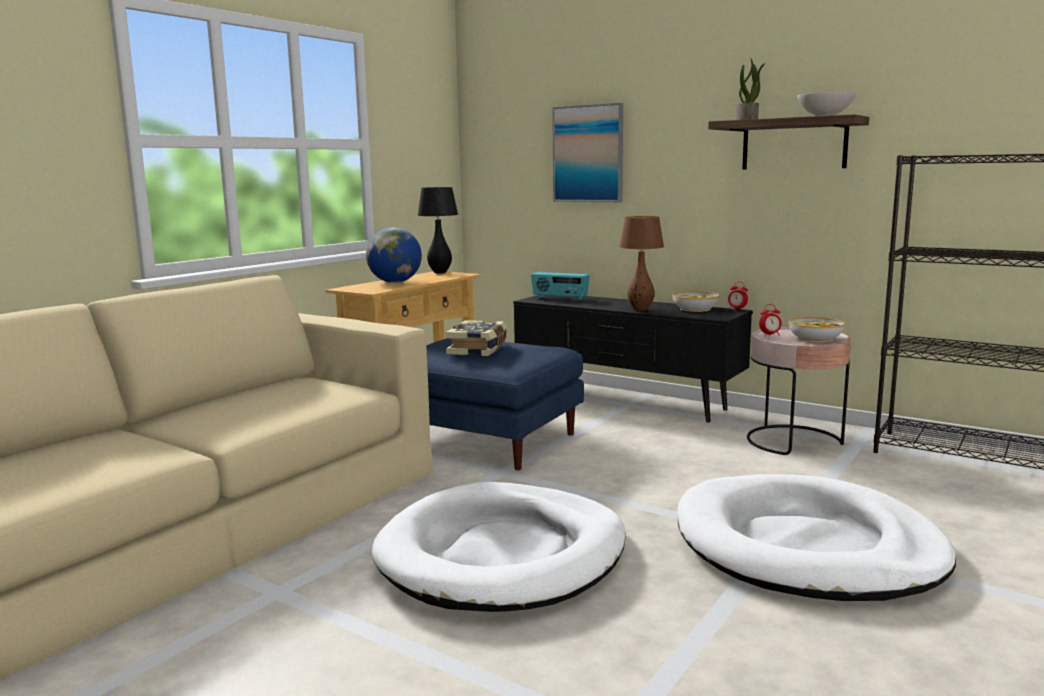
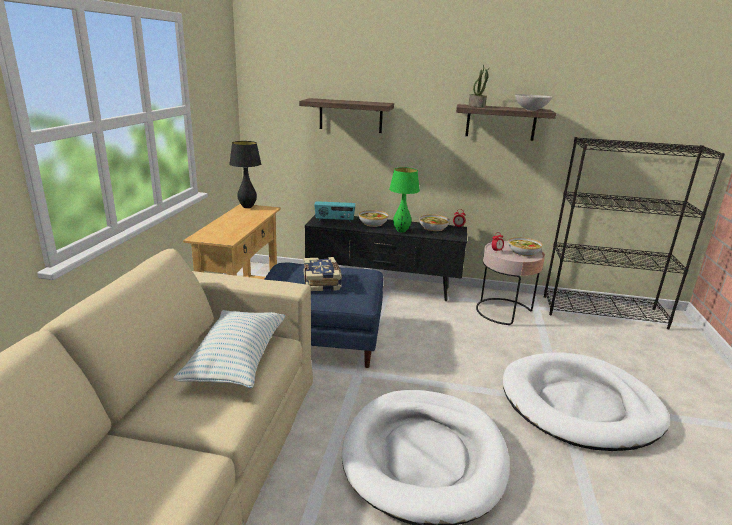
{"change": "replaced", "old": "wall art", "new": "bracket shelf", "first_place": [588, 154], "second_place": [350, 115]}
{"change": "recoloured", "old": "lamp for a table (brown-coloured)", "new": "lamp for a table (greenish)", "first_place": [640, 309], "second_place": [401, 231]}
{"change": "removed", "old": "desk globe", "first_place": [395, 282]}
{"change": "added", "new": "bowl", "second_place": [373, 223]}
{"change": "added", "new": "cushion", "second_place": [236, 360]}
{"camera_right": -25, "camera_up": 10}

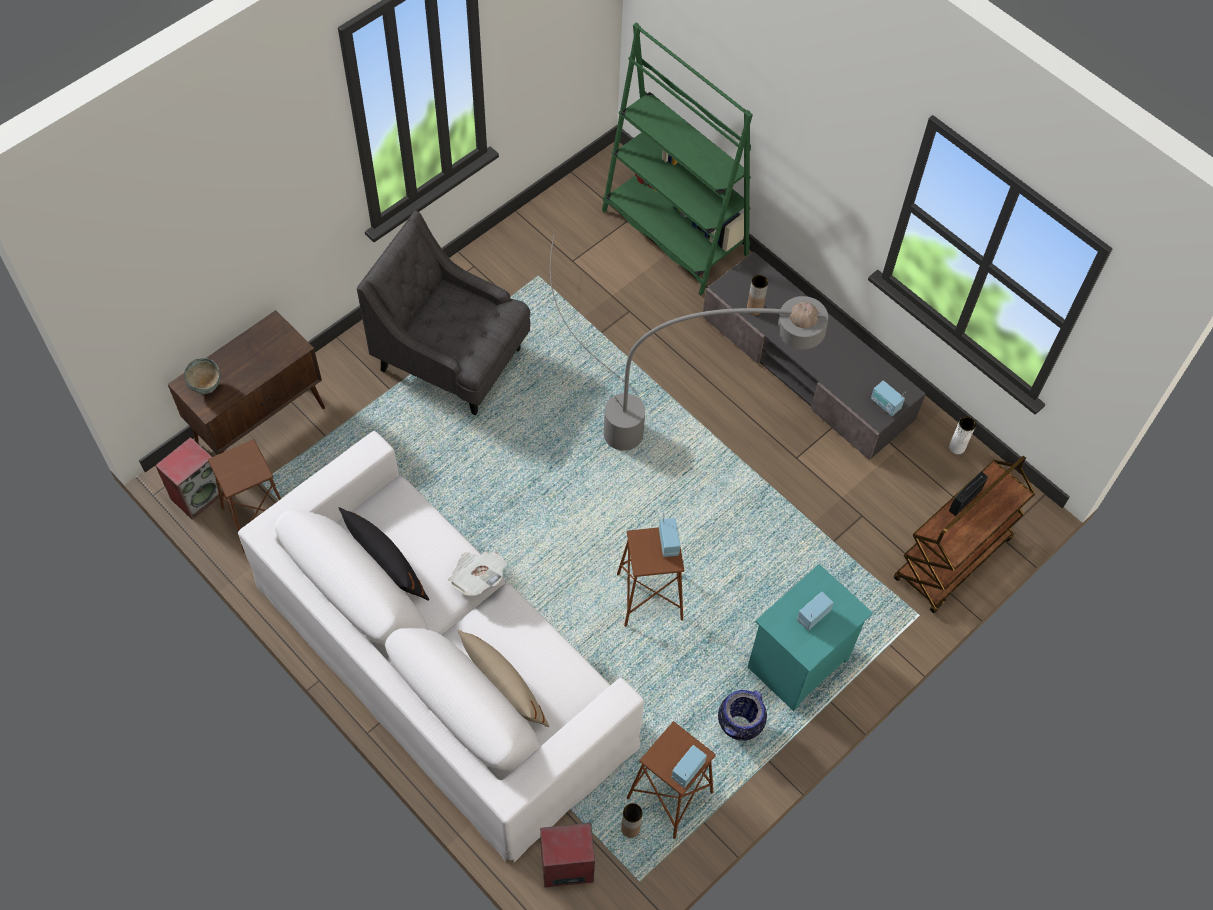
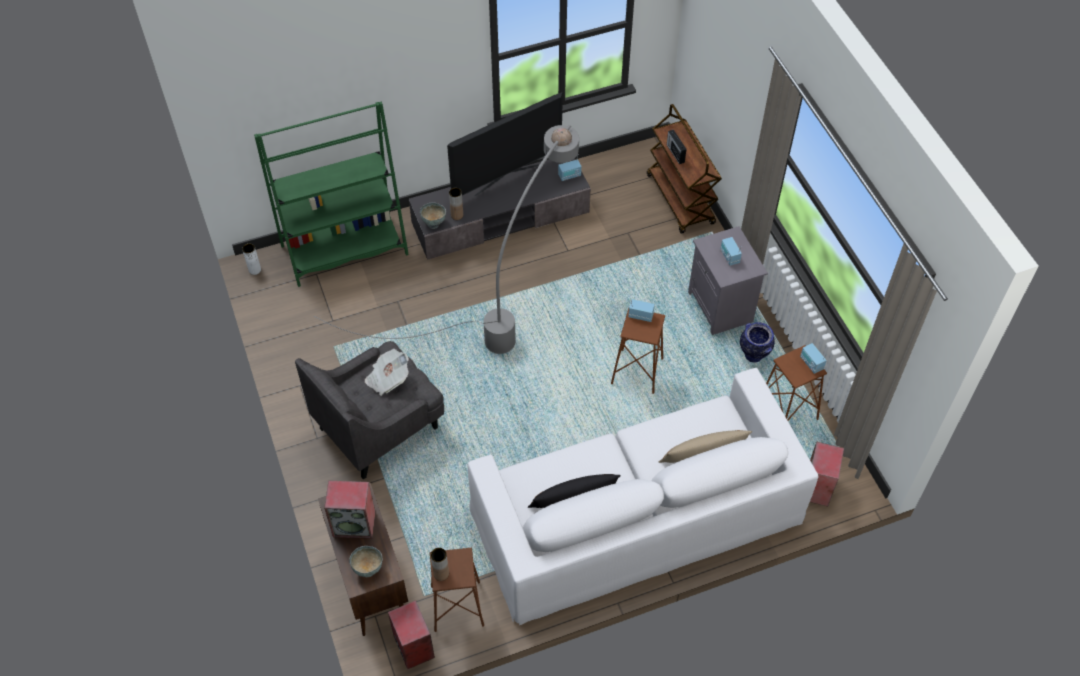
{"change": "moved", "old": "decorative vase (white)", "first_place": [957, 447], "second_place": [255, 270]}
{"change": "moved", "old": "printed paper", "first_place": [477, 577], "second_place": [388, 378]}
{"change": "recoloured", "old": "night table (turquoise)", "new": "night table (greyish)", "first_place": [798, 665], "second_place": [721, 307]}
{"change": "moved", "old": "decorative vase (brown-coloured)", "first_place": [630, 828], "second_place": [441, 573]}
{"change": "added", "new": "TV", "second_place": [507, 179]}
{"change": "added", "new": "bowl (greyish)", "second_place": [433, 223]}
{"change": "added", "new": "speaker", "second_place": [355, 523]}
{"camera_right": -65, "camera_up": -5}

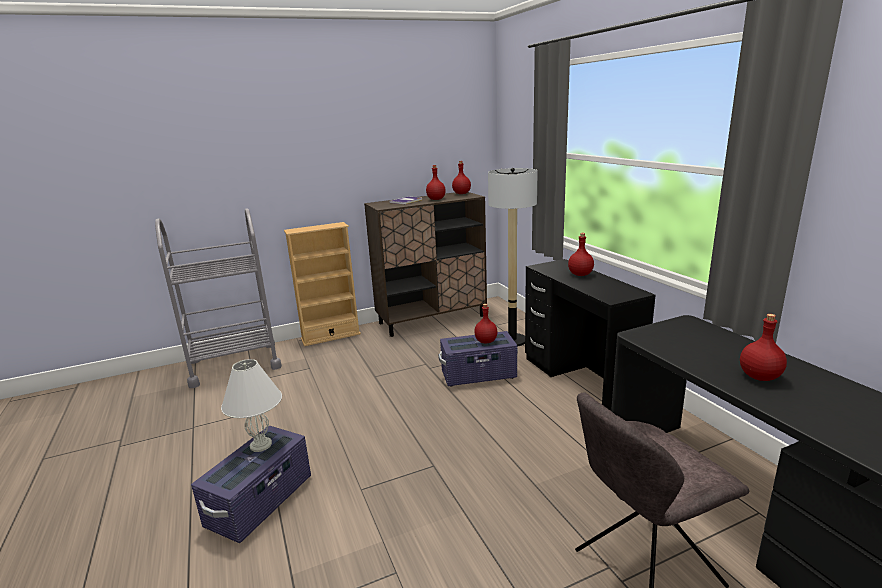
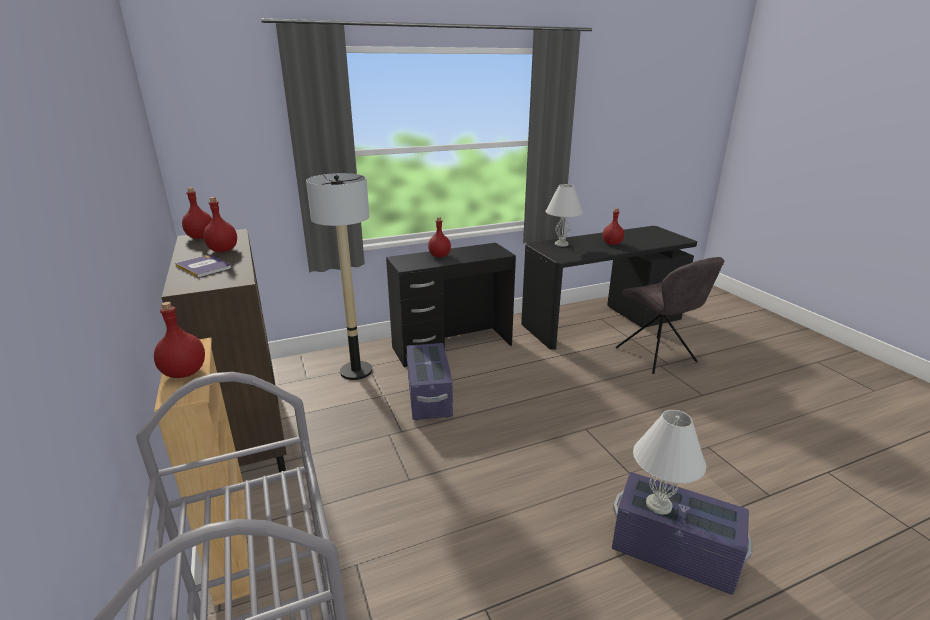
{"change": "moved", "old": "bottle (red)", "first_place": [485, 341], "second_place": [184, 373]}
{"change": "added", "new": "lamp for a table (white)", "second_place": [561, 244]}
{"camera_right": -90, "camera_up": 5}

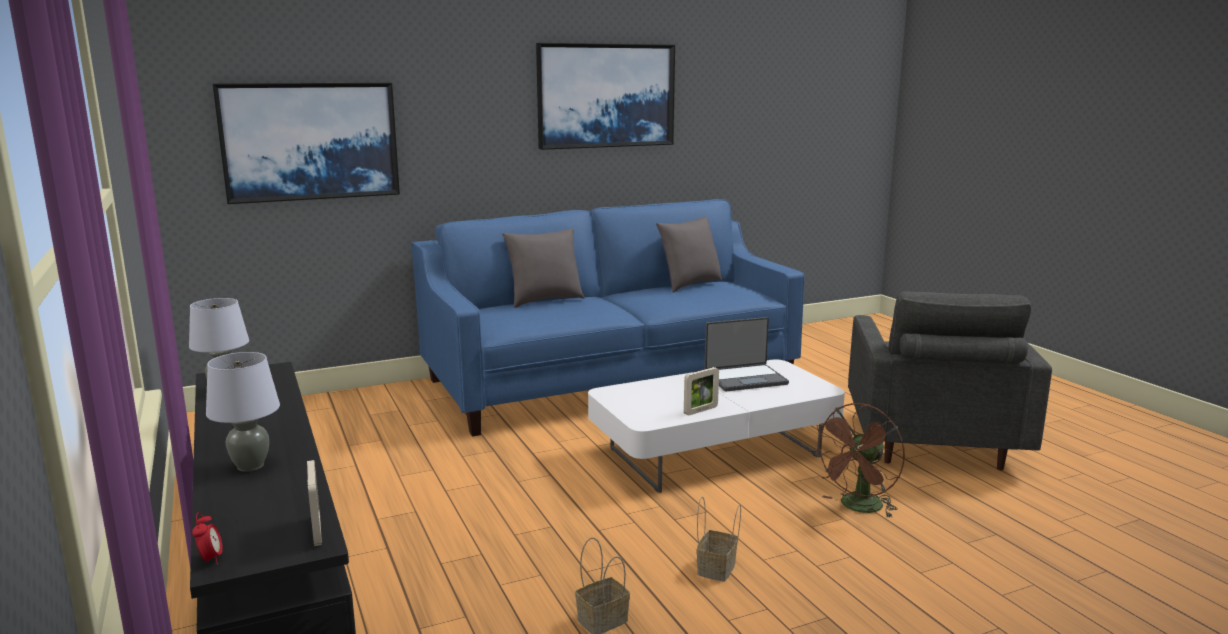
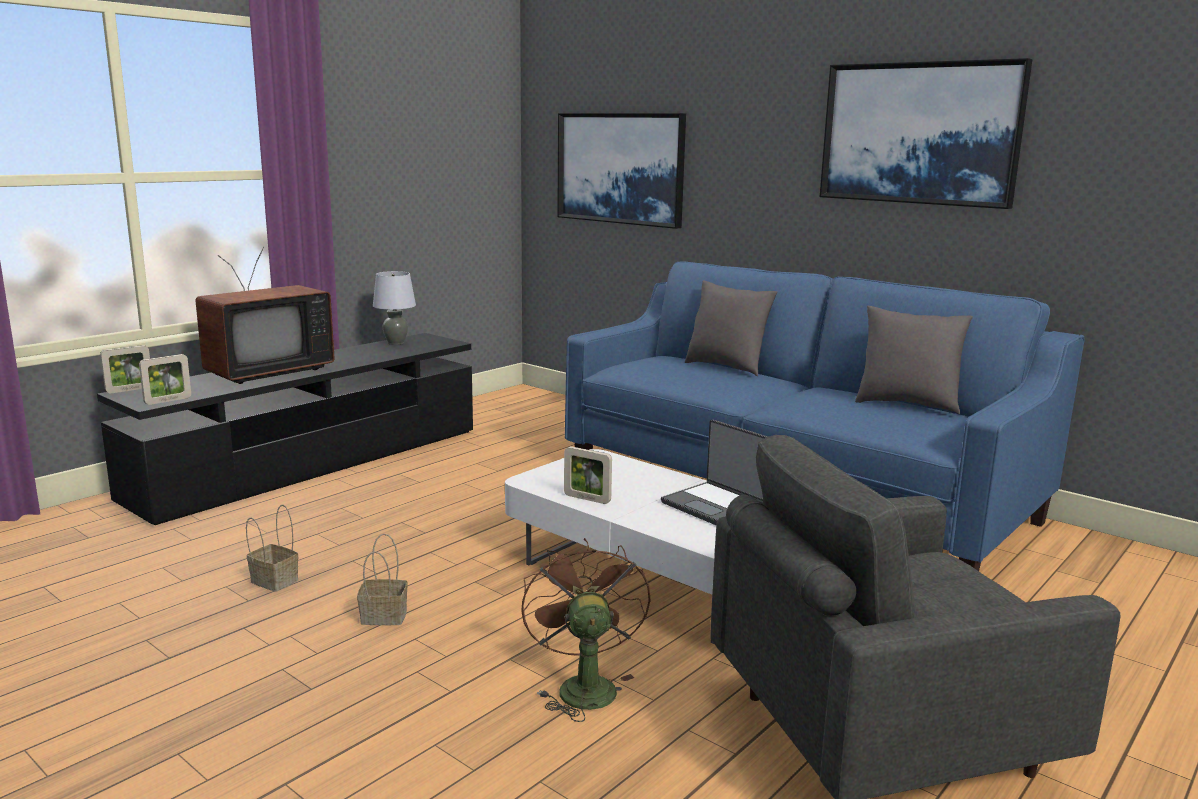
{"change": "replaced", "old": "lamp for a table (greyish)", "new": "TV", "first_place": [250, 466], "second_place": [265, 371]}
{"change": "turned", "old": "cooling fan (brown-coloured)", "first_place": [858, 508], "second_place": [582, 686], "degrees": 60}
{"change": "replaced", "old": "bedside clock", "new": "photo frame", "first_place": [211, 559], "second_place": [129, 390]}
{"camera_right": 65, "camera_up": 0}

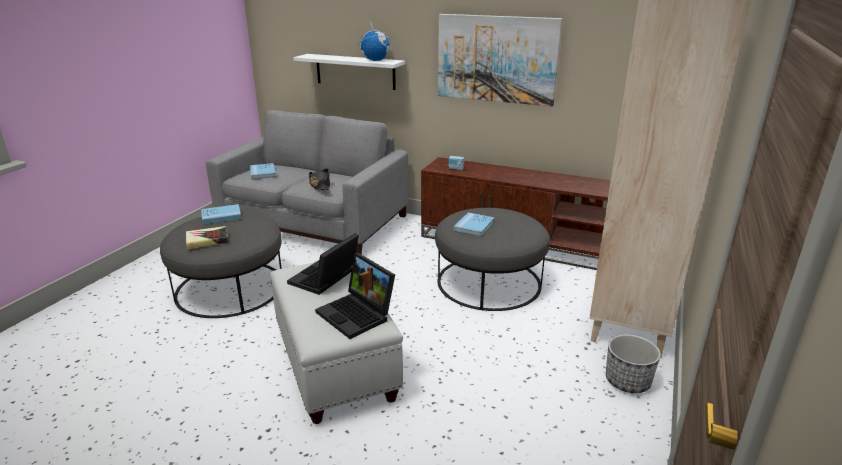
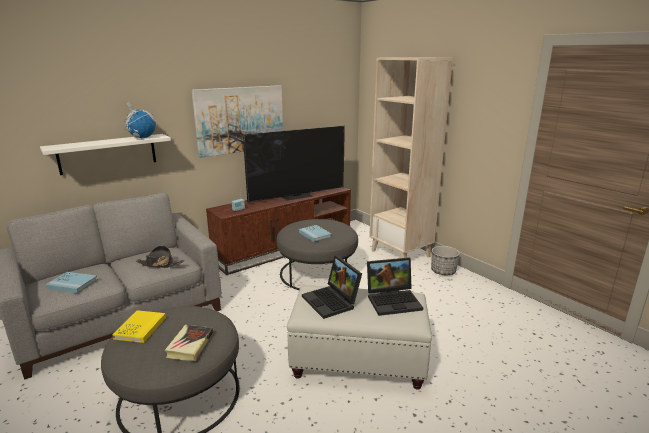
{"change": "recoloured", "old": "volume (bluish)", "new": "volume (yellow-coloured)", "first_place": [221, 216], "second_place": [140, 328]}
{"change": "added", "new": "TV", "second_place": [297, 196]}
{"camera_right": -60, "camera_up": -5}

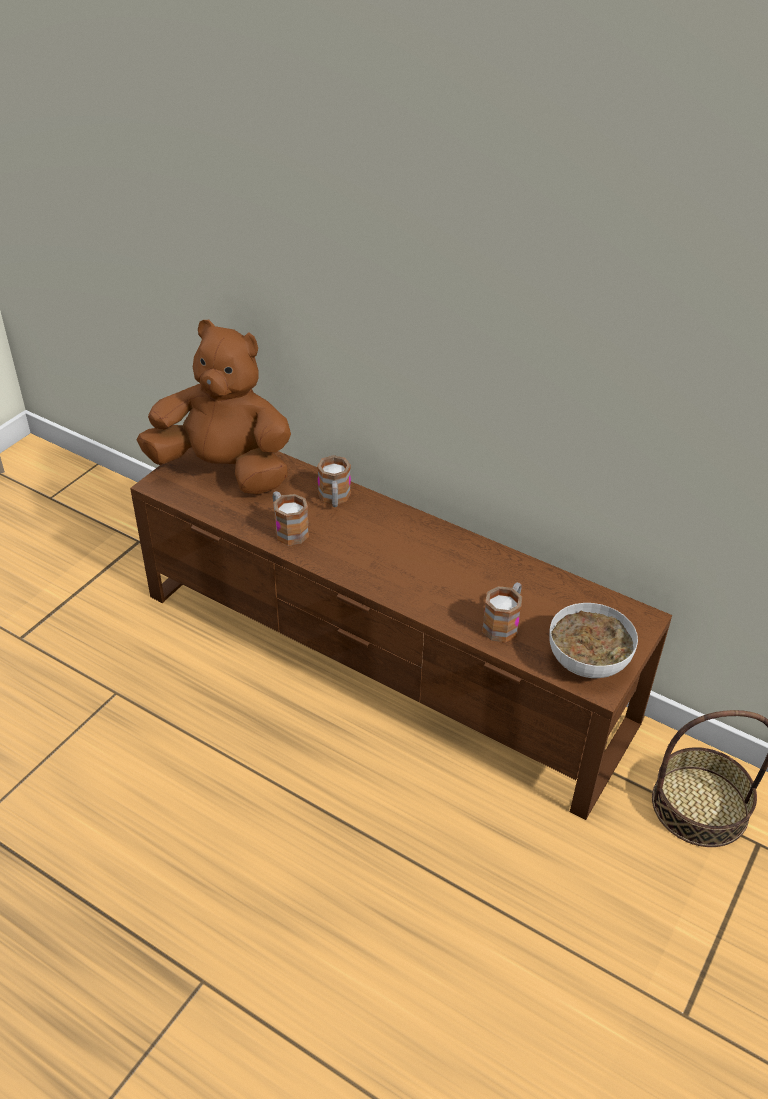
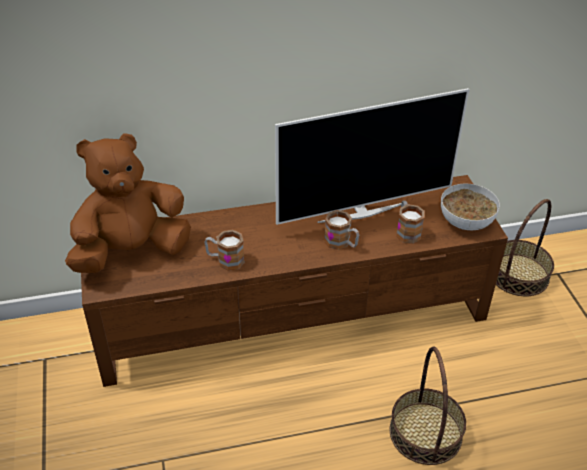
{"change": "moved", "old": "coffee mug", "first_place": [334, 499], "second_place": [341, 243]}
{"change": "added", "new": "TV", "second_place": [361, 211]}
{"change": "added", "new": "storage basket", "second_place": [425, 433]}
{"camera_right": -45, "camera_up": 0}

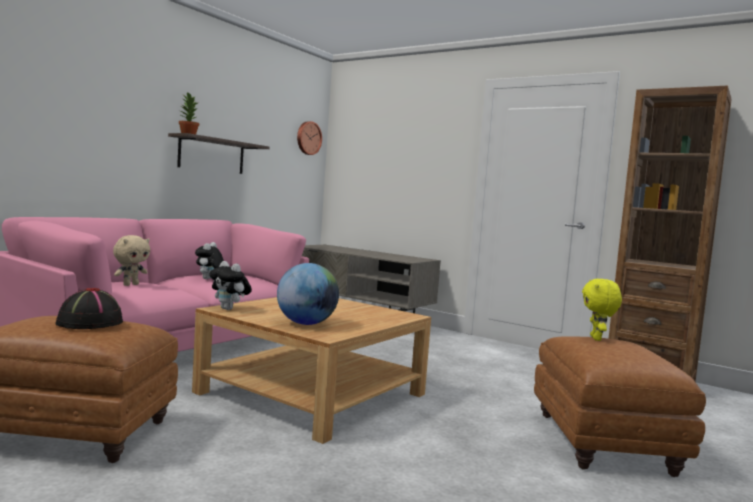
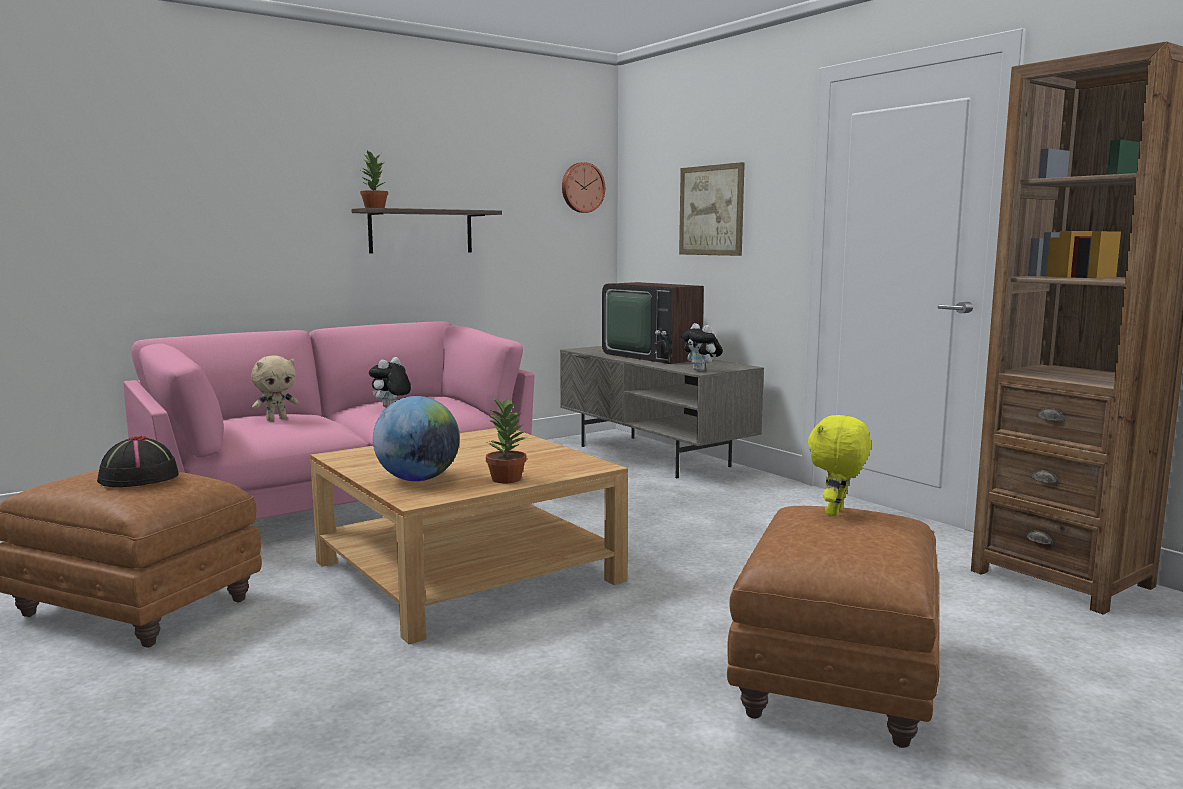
{"change": "moved", "old": "plush toy", "first_place": [229, 309], "second_place": [701, 371]}
{"change": "added", "new": "wall art", "second_place": [711, 210]}
{"change": "added", "new": "TV", "second_place": [654, 356]}
{"change": "added", "new": "potted plant", "second_place": [506, 479]}
{"camera_right": 20, "camera_up": 5}

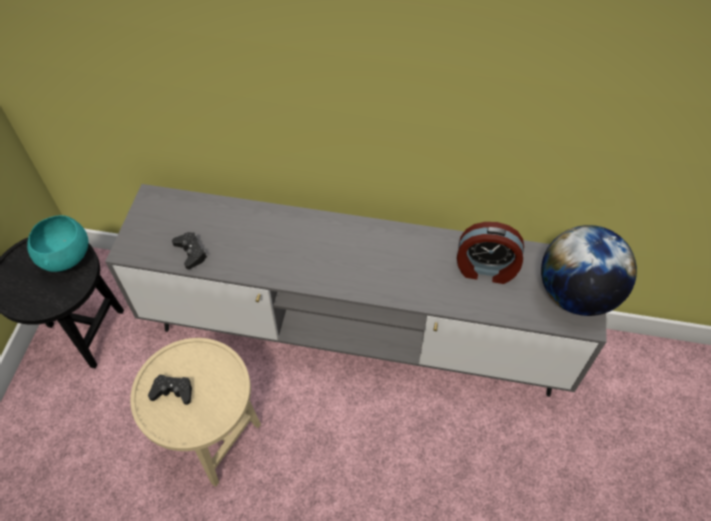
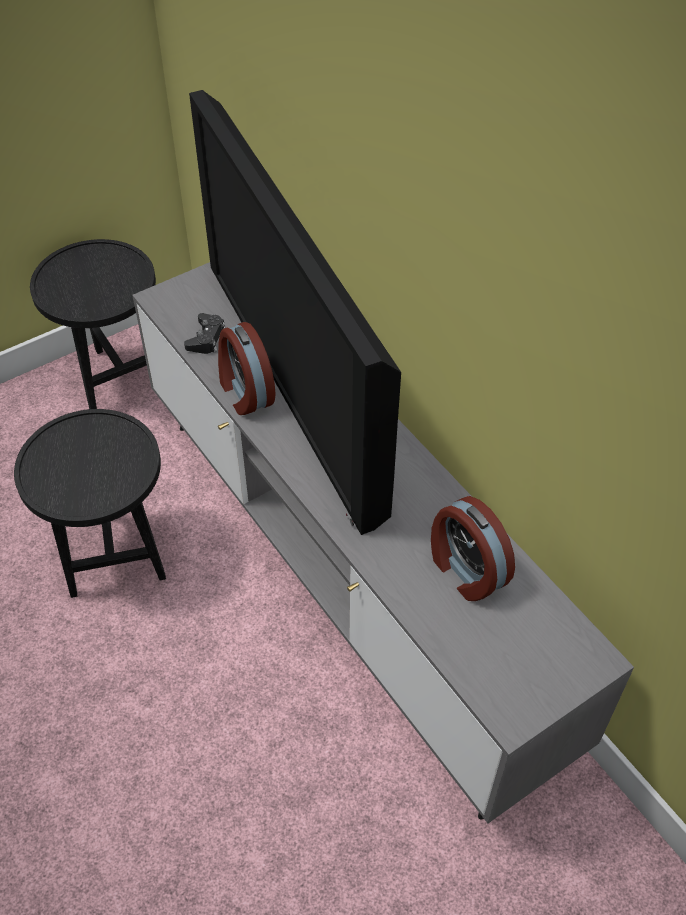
{"change": "removed", "old": "bowl (turquoise)", "first_place": [66, 257]}
{"change": "removed", "old": "desk globe", "first_place": [576, 294]}
{"change": "recoloured", "old": "side table (sand-coloured)", "new": "side table (black-coloured)", "first_place": [213, 438], "second_place": [114, 555]}
{"change": "removed", "old": "game controller (black-coloured)", "first_place": [173, 391]}
{"change": "added", "new": "TV", "second_place": [301, 380]}
{"change": "added", "new": "bedside clock", "second_place": [245, 392]}
{"camera_right": 45, "camera_up": -5}

